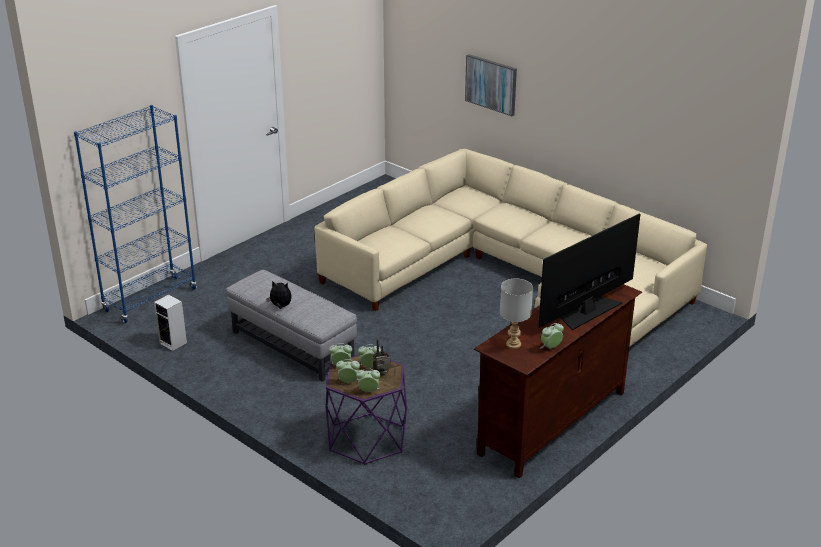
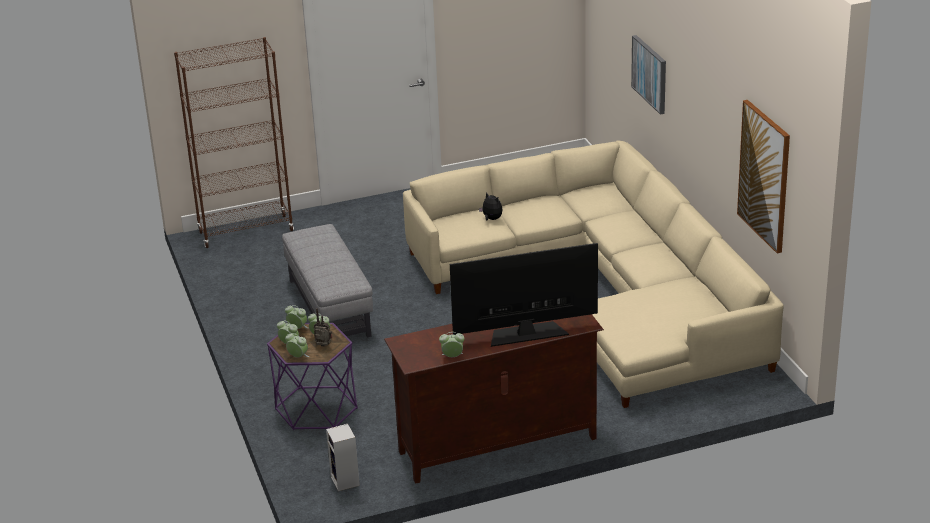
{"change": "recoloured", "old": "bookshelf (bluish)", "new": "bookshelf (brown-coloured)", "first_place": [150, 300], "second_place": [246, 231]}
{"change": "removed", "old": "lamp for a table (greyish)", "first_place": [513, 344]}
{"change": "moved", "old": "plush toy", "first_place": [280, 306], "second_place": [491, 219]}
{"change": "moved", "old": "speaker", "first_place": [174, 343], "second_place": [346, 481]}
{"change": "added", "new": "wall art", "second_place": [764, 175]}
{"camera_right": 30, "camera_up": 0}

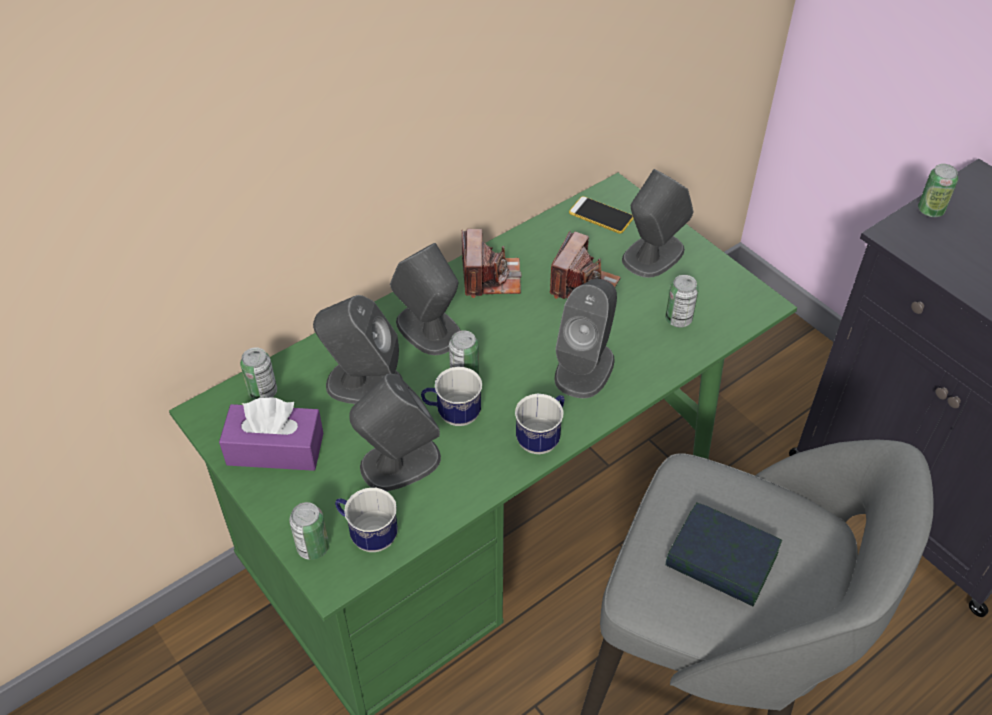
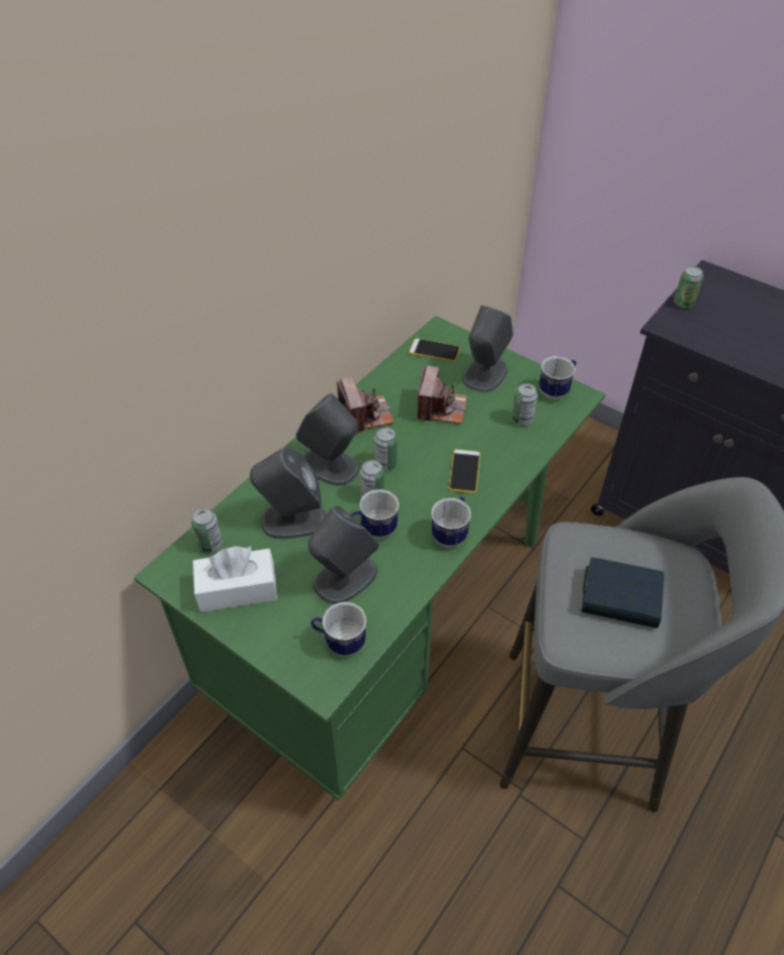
{"change": "replaced", "old": "speaker (greyish)", "new": "phone", "first_place": [584, 368], "second_place": [464, 471]}
{"change": "recoloured", "old": "tissue holder (purple-coloured)", "new": "tissue holder (white)", "first_place": [275, 449], "second_place": [237, 589]}
{"change": "moved", "old": "metal can", "first_place": [313, 547], "second_place": [385, 463]}
{"change": "added", "new": "coffee mug", "second_place": [556, 390]}
{"camera_right": -15, "camera_up": 0}

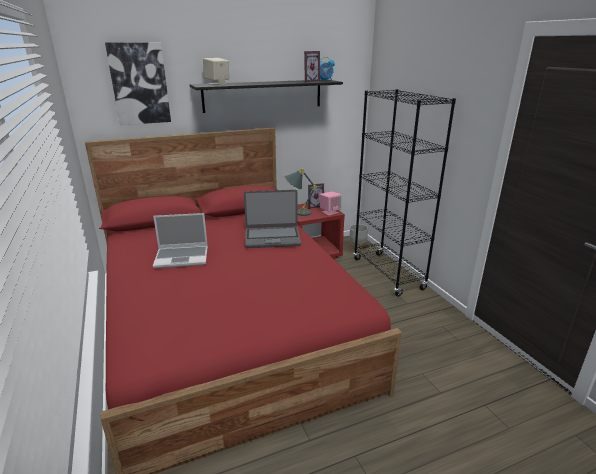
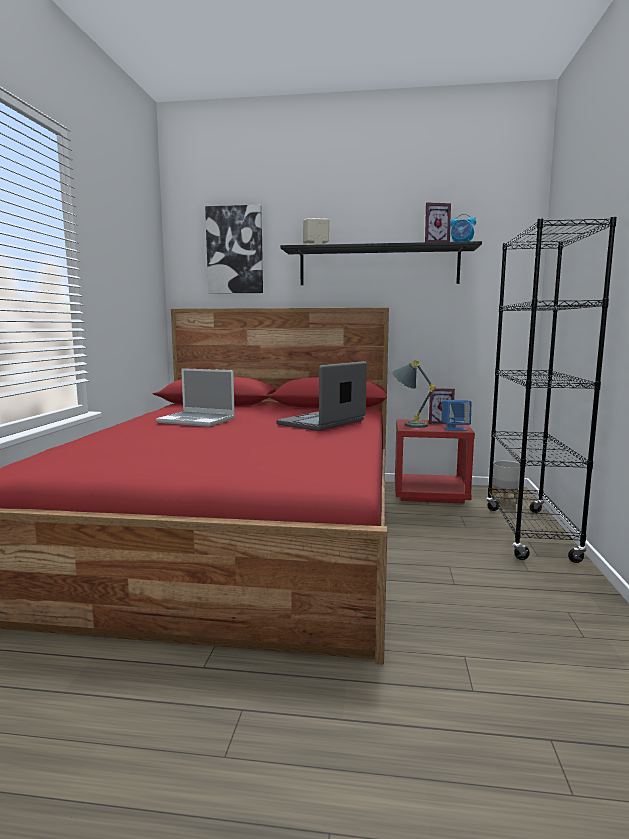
{"change": "turned", "old": "laptop", "first_place": [272, 238], "second_place": [322, 422], "degrees": 105}
{"change": "recoloured", "old": "speaker (pink-coloured)", "new": "speaker (bluish)", "first_place": [330, 212], "second_place": [455, 429]}
{"camera_right": 30, "camera_up": -15}

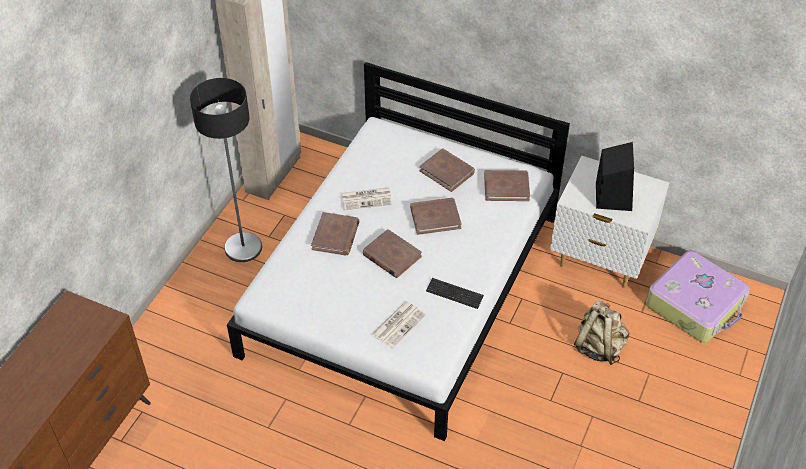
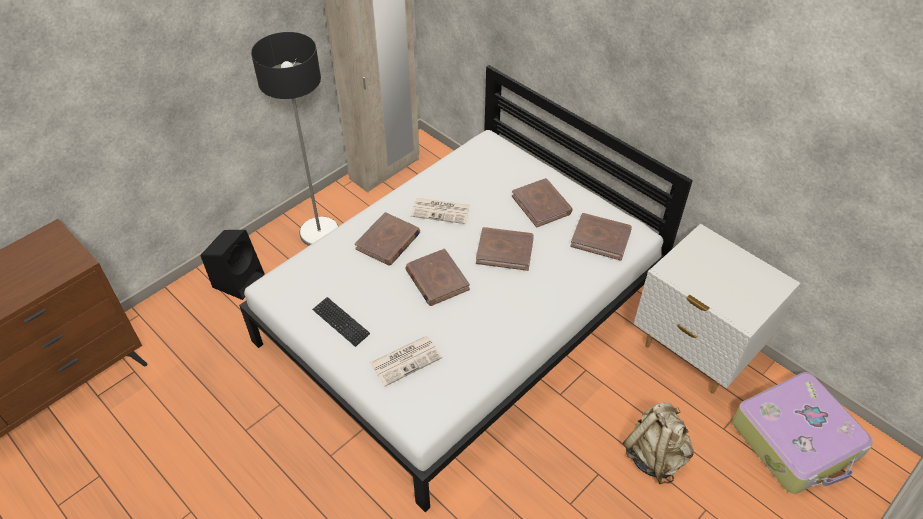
{"change": "moved", "old": "speaker (black-coloured)", "first_place": [613, 195], "second_place": [239, 279]}
{"change": "moved", "old": "computer keyboard", "first_place": [454, 294], "second_place": [341, 322]}
{"camera_right": 20, "camera_up": 0}

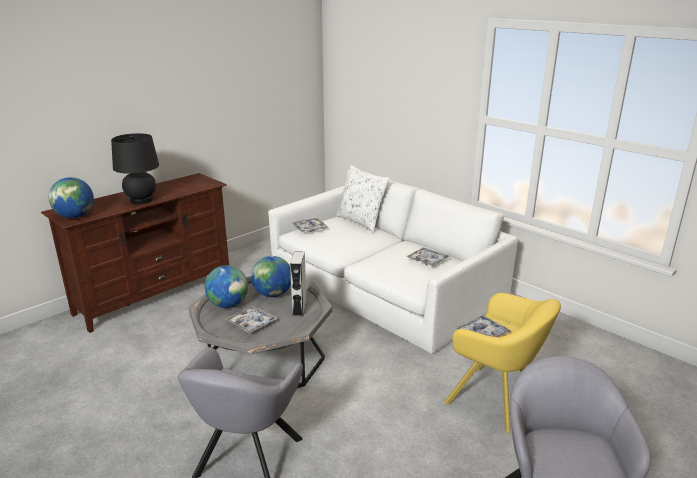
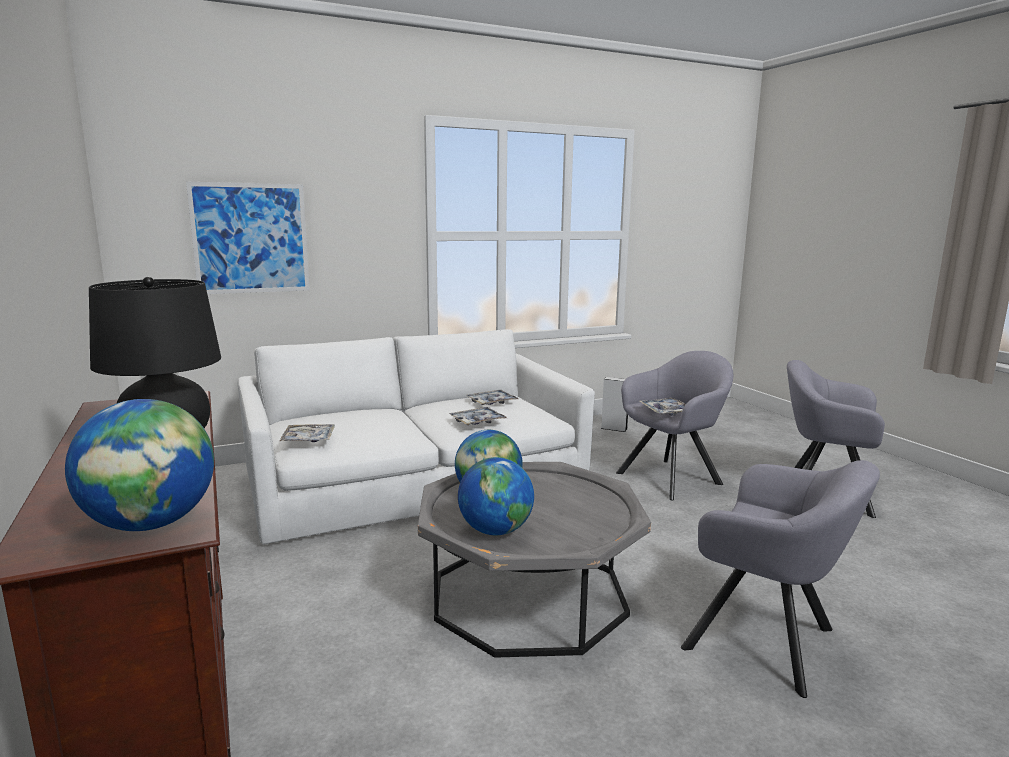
{"change": "removed", "old": "cushion (white)", "first_place": [361, 221]}
{"change": "moved", "old": "speaker (greyish)", "first_place": [299, 308], "second_place": [614, 429]}
{"change": "recoloured", "old": "armchair (yellow-coloured)", "new": "armchair (greyish)", "first_place": [497, 400], "second_place": [673, 477]}
{"change": "moved", "old": "carrying tray", "first_place": [251, 323], "second_place": [477, 421]}
{"change": "added", "new": "wall art", "second_place": [250, 238]}
{"camera_right": -70, "camera_up": -10}

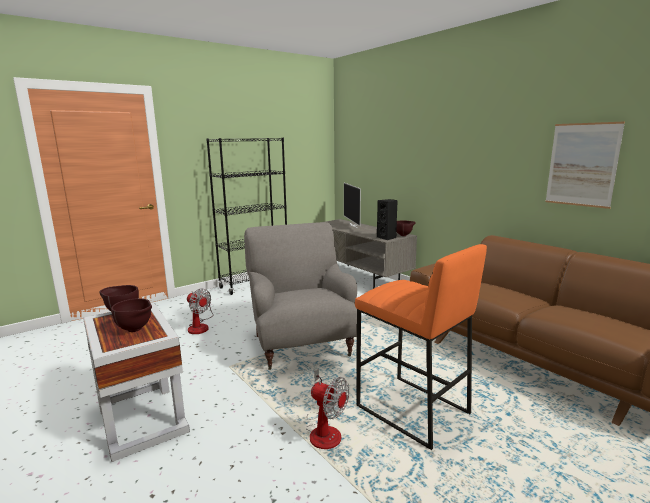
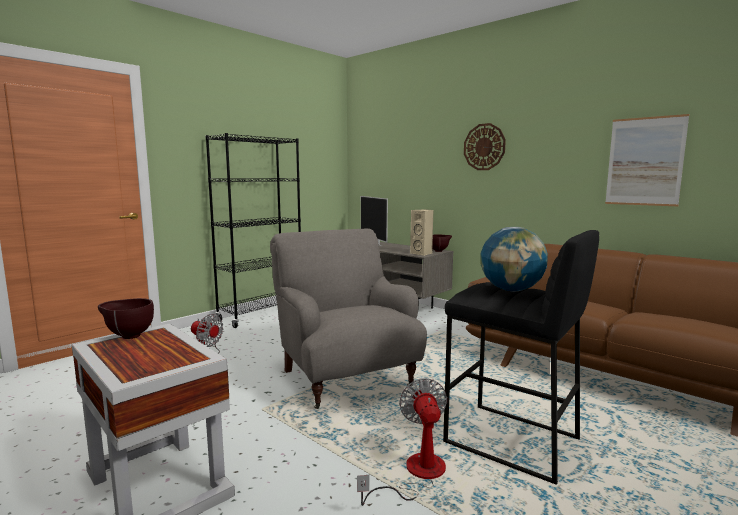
{"change": "recoloured", "old": "speaker (black-coloured)", "new": "speaker (sand-coloured)", "first_place": [387, 238], "second_place": [422, 253]}
{"change": "recoloured", "old": "stool seat (orangey)", "new": "stool seat (black-coloured)", "first_place": [411, 410], "second_place": [511, 441]}
{"change": "removed", "old": "bowl (brown-coloured)", "first_place": [136, 330]}
{"change": "turned", "old": "cooling fan", "first_place": [324, 430], "second_place": [415, 475], "degrees": -120}
{"change": "added", "new": "hanging clock", "second_place": [484, 147]}
{"change": "added", "new": "desk globe", "second_place": [511, 290]}
{"camera_right": -10, "camera_up": -5}

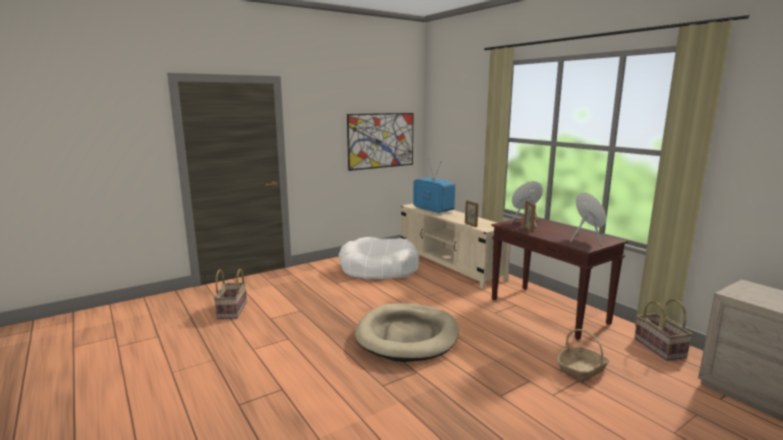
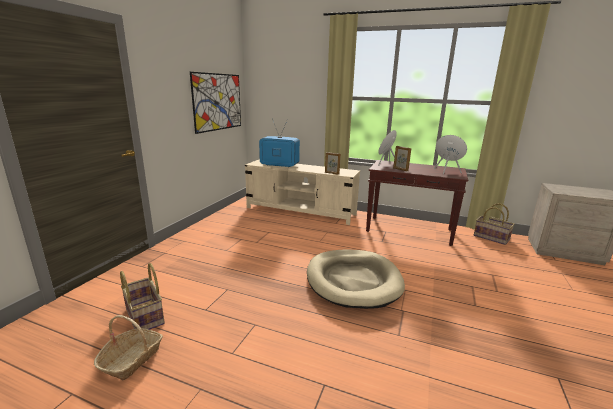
{"change": "removed", "old": "dog bed (white)", "first_place": [378, 269]}
{"change": "moved", "old": "storage basket", "first_place": [582, 370], "second_place": [132, 359]}
{"camera_right": -35, "camera_up": 5}

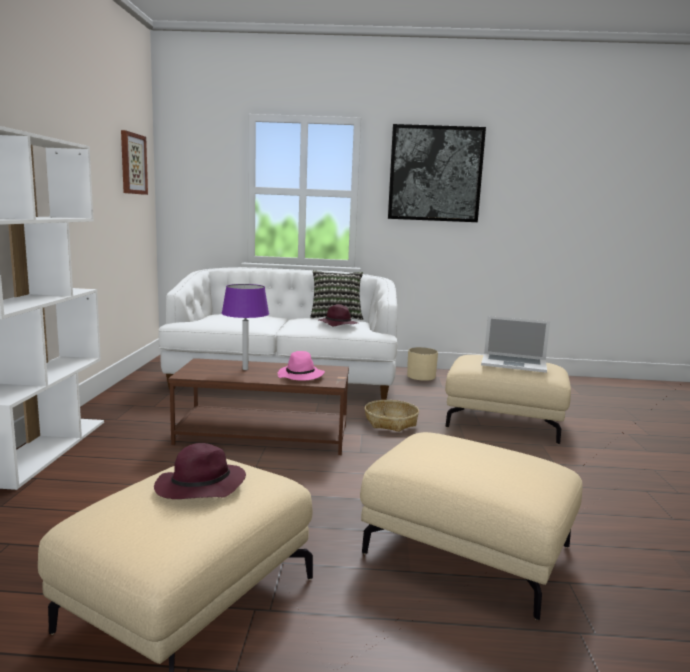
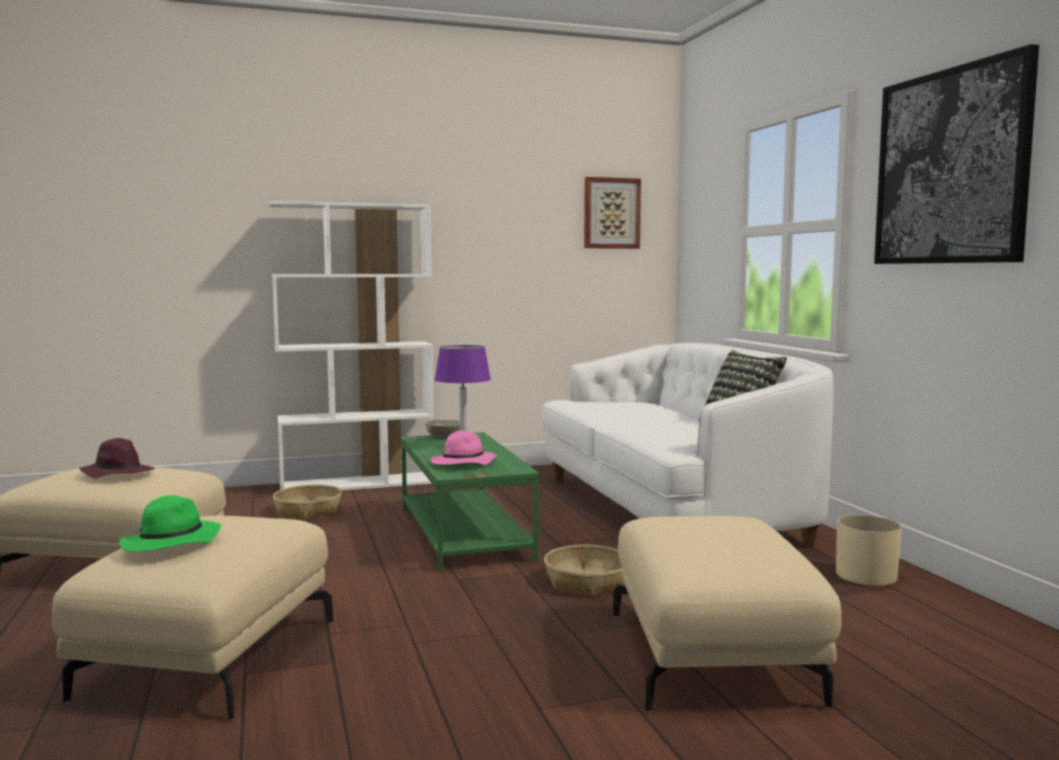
{"change": "removed", "old": "clothing hat (purple-coloured)", "first_place": [337, 324]}
{"change": "removed", "old": "laptop", "first_place": [513, 363]}
{"change": "recoloured", "old": "lounge table (brown-coloured)", "new": "lounge table (greenish)", "first_place": [264, 435], "second_place": [465, 533]}
{"change": "added", "new": "bowl (greyish)", "second_place": [445, 437]}
{"change": "added", "new": "storage basket", "second_place": [308, 511]}
{"change": "added", "new": "clothing hat (greenish)", "second_place": [170, 543]}
{"camera_right": 70, "camera_up": -5}

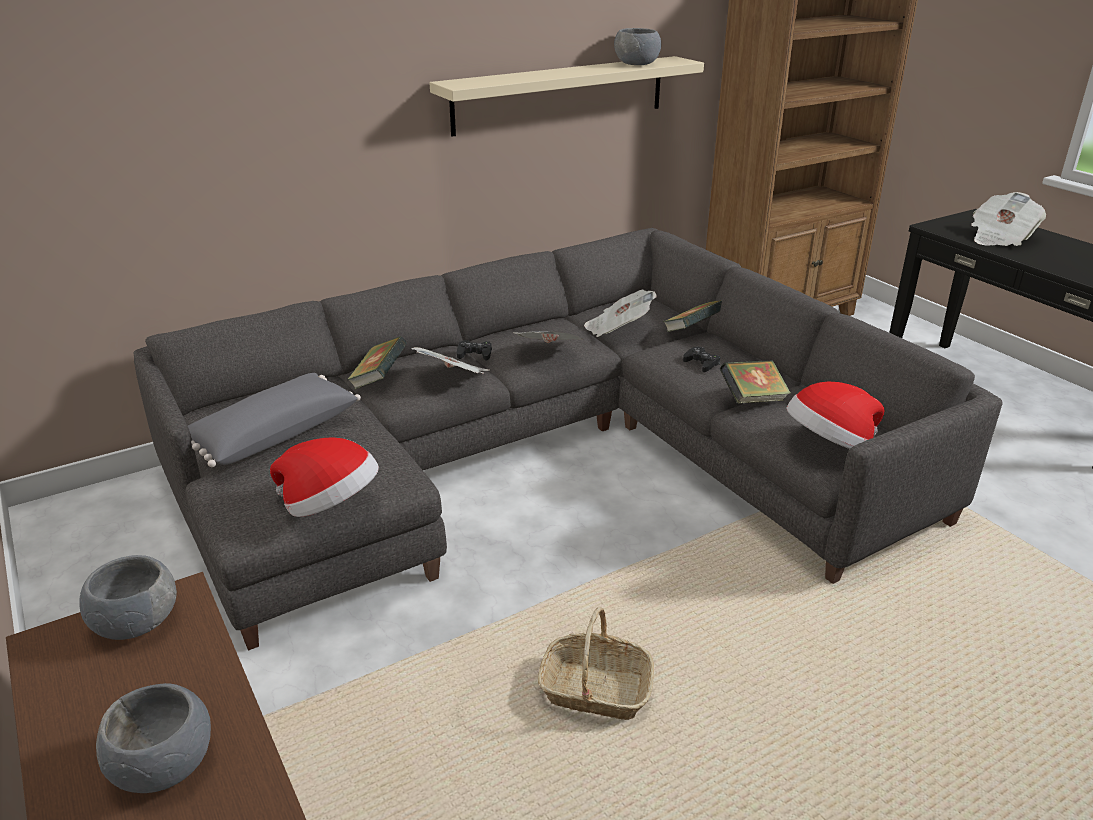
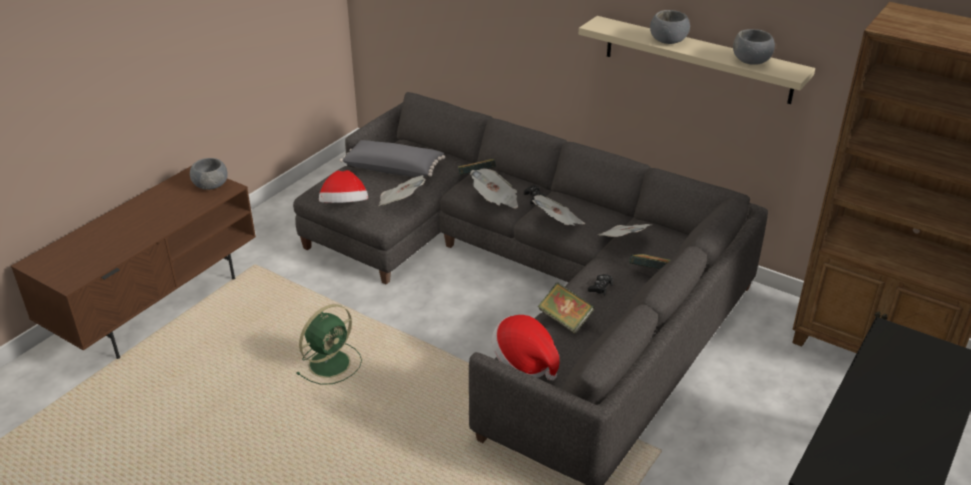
{"change": "moved", "old": "printed paper", "first_place": [1000, 238], "second_place": [401, 202]}
{"change": "replaced", "old": "storage basket", "new": "cooling fan (greenish)", "first_place": [595, 690], "second_place": [331, 362]}
{"change": "moved", "old": "bowl (greyish)", "first_place": [164, 764], "second_place": [668, 40]}
{"camera_right": 65, "camera_up": 5}

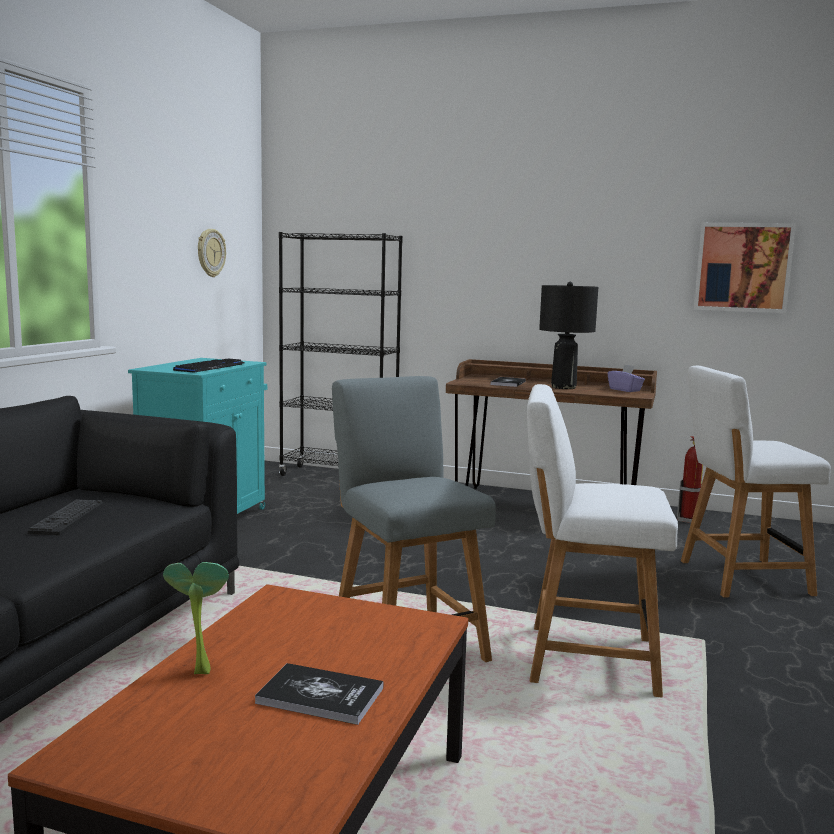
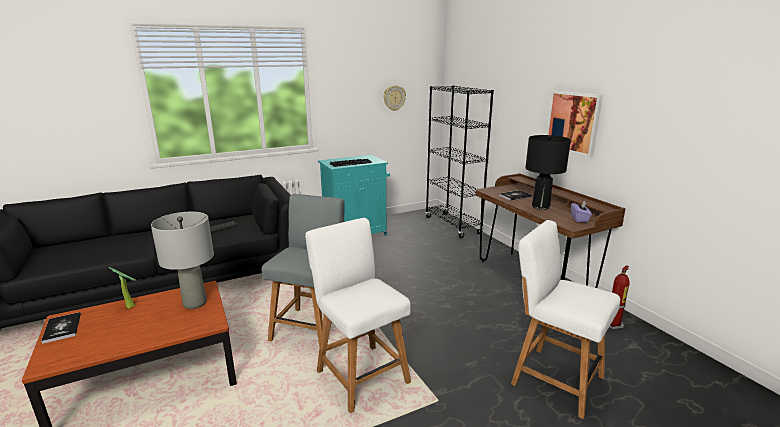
{"change": "moved", "old": "wall art", "first_place": [743, 267], "second_place": [573, 122]}
{"change": "moved", "old": "volume", "first_place": [320, 695], "second_place": [62, 328]}
{"change": "added", "new": "lamp for a table (greyish)", "second_place": [195, 303]}
{"camera_right": 45, "camera_up": 10}

